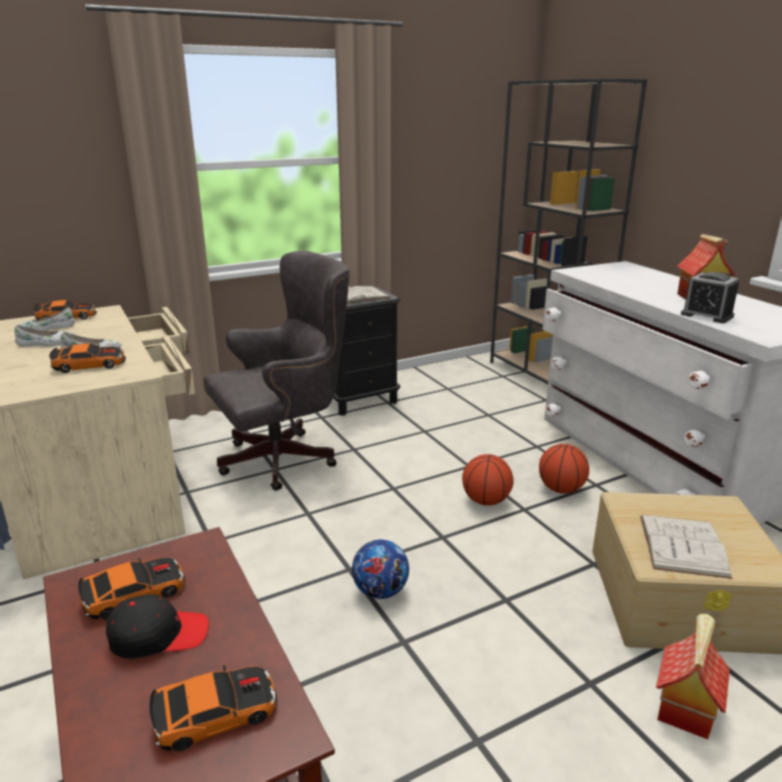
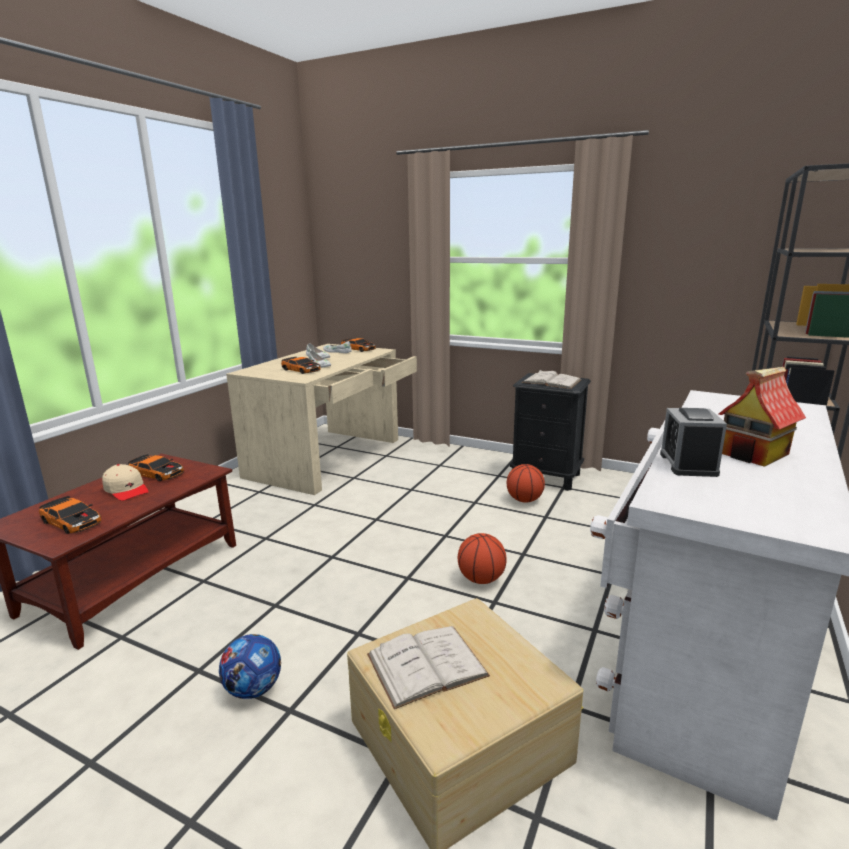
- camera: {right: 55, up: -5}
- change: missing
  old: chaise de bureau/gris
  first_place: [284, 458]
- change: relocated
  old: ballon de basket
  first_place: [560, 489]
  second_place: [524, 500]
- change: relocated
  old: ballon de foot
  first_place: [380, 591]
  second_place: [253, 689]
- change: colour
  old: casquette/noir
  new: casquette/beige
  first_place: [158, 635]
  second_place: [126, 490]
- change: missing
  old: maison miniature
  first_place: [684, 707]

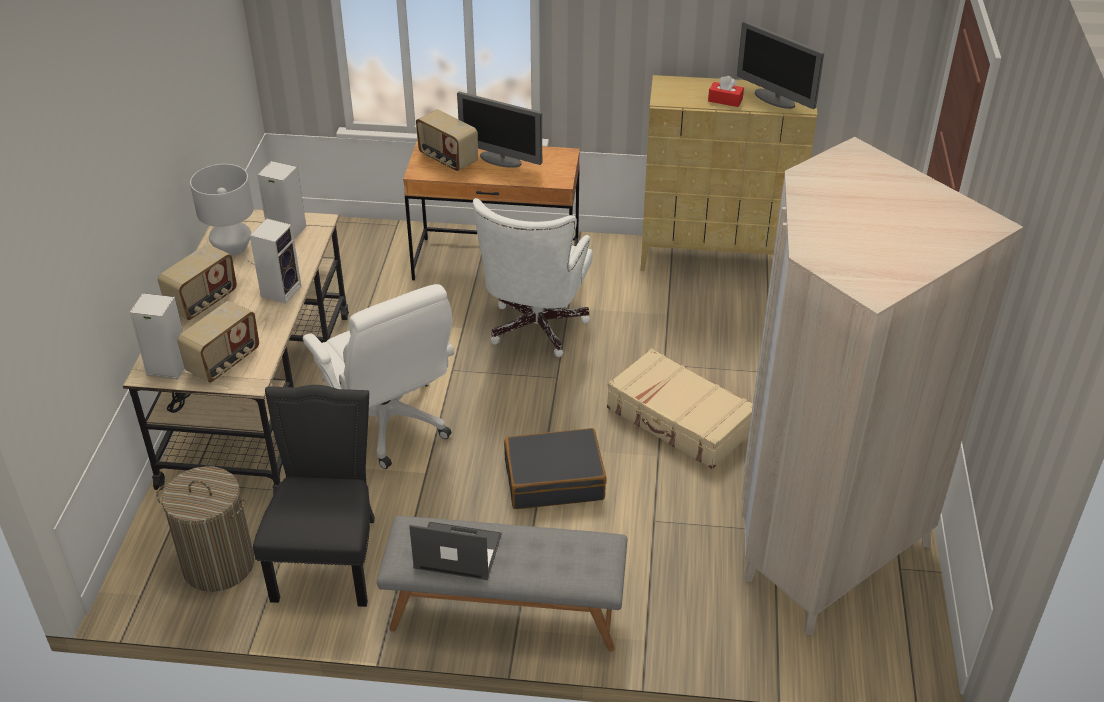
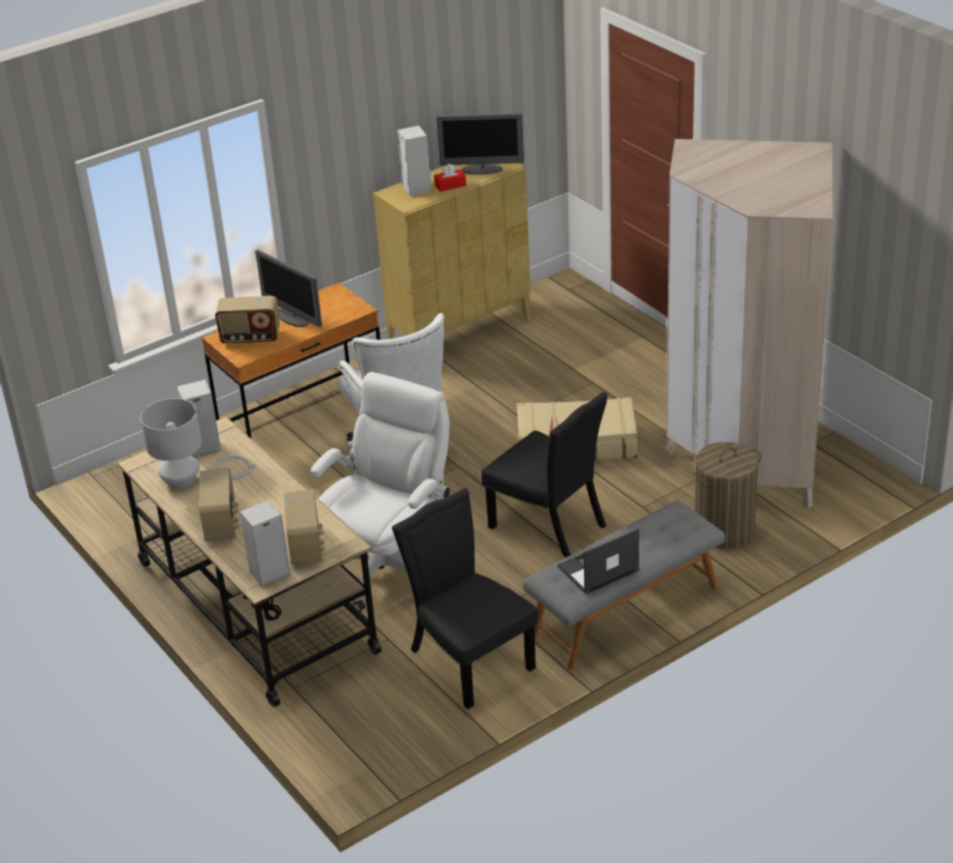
- camera: {right: -40, up: -5}
- change: spun
  old: écran d'ordinateur
  first_place: [501, 160]
  second_place: [293, 318]
  degrees: 60
- change: relocated
  old: enceinte
  first_place: [281, 290]
  second_place: [415, 188]
- change: spun
  old: chaise de bureau/blanc
  first_place: [389, 428]
  second_place: [388, 565]
  degrees: -75
- change: exchanged
  old: valise/noir
  new: chaise/noir
  first_place: [554, 479]
  second_place: [547, 524]
- change: relocated
  old: panier à linge
  first_place: [218, 564]
  second_place: [724, 530]

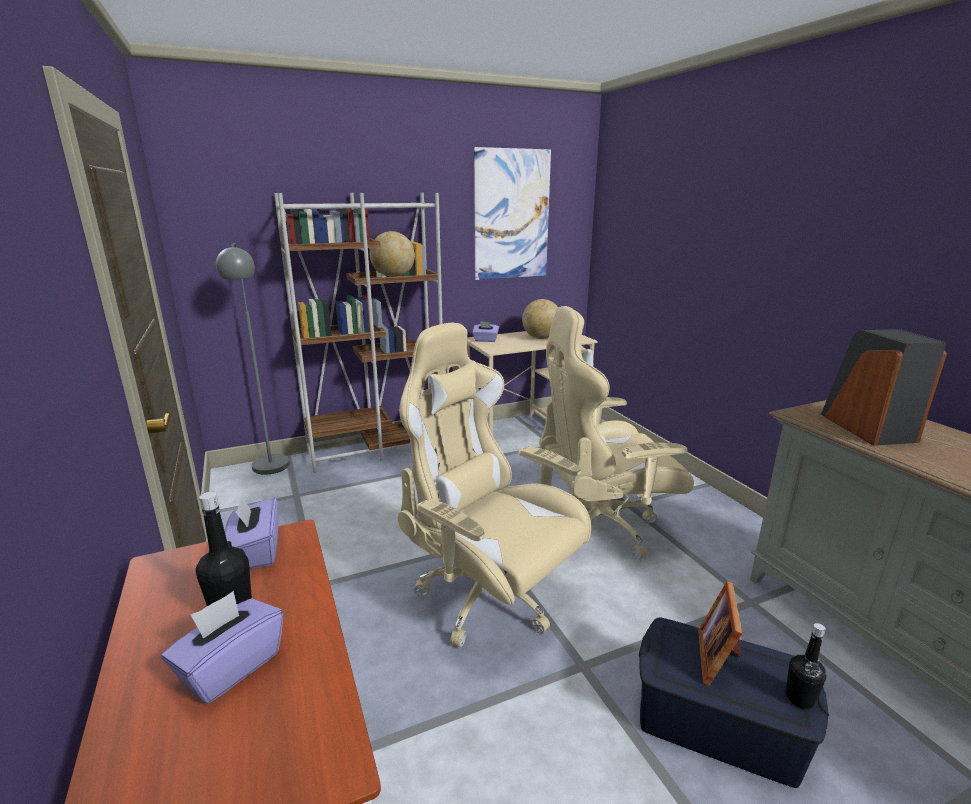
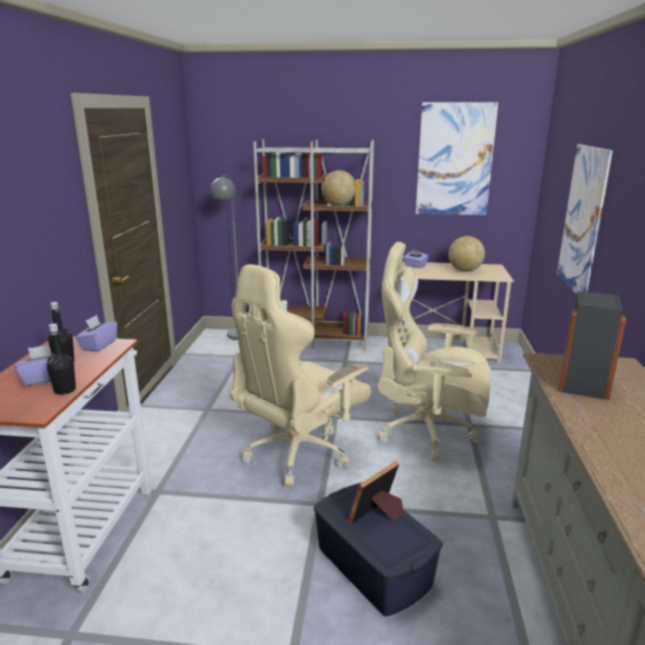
- camera: {right: 30, up: 0}
- change: spun
  old: chaise de bureau/beige
  first_place: [494, 601]
  second_place: [301, 451]
  degrees: -120
- change: relocated
  old: bouteille/noir
  first_place: [799, 698]
  second_place: [65, 390]
- change: appeared
  new: tableau
  second_place: [582, 220]

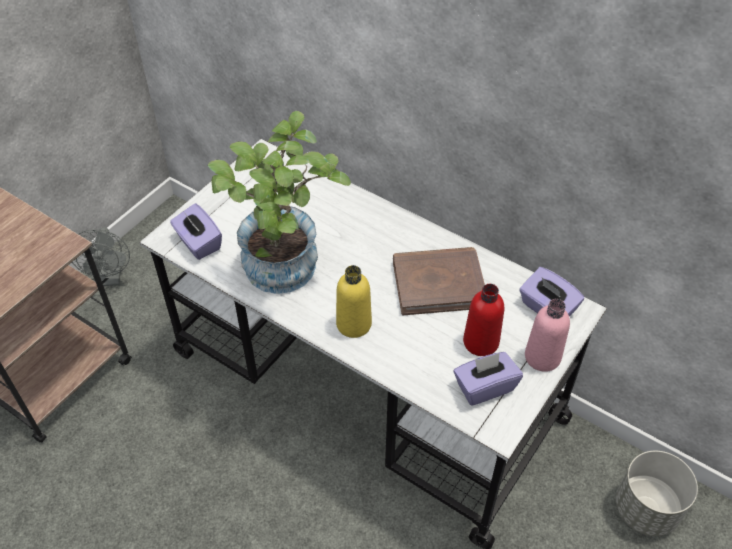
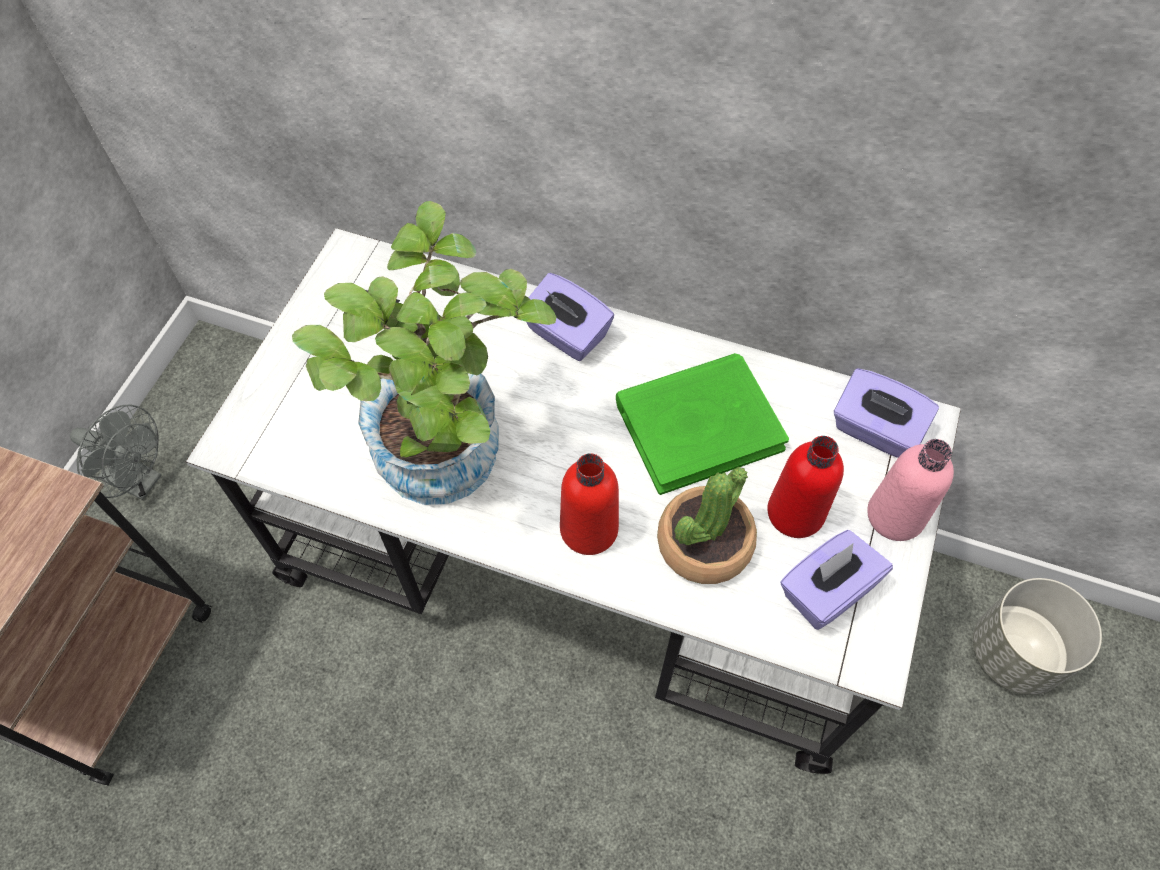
- camera: {right: -15, up: 10}
- change: relocated
  old: boîte à mouchoirs/violet
  first_place: [198, 243]
  second_place: [566, 334]
- change: spun
  old: ventilateur/gris
  first_place: [111, 278]
  second_place: [140, 481]
  degrees: -45
- change: colour
  old: livre/marron
  new: livre/vert
  first_place: [438, 283]
  second_place: [698, 425]
- change: colour
  old: bouteille/jaune
  new: bouteille/rouge
  first_place: [354, 324]
  second_place: [589, 529]
- change: appeared
  new: plante en pot
  second_place: [704, 543]

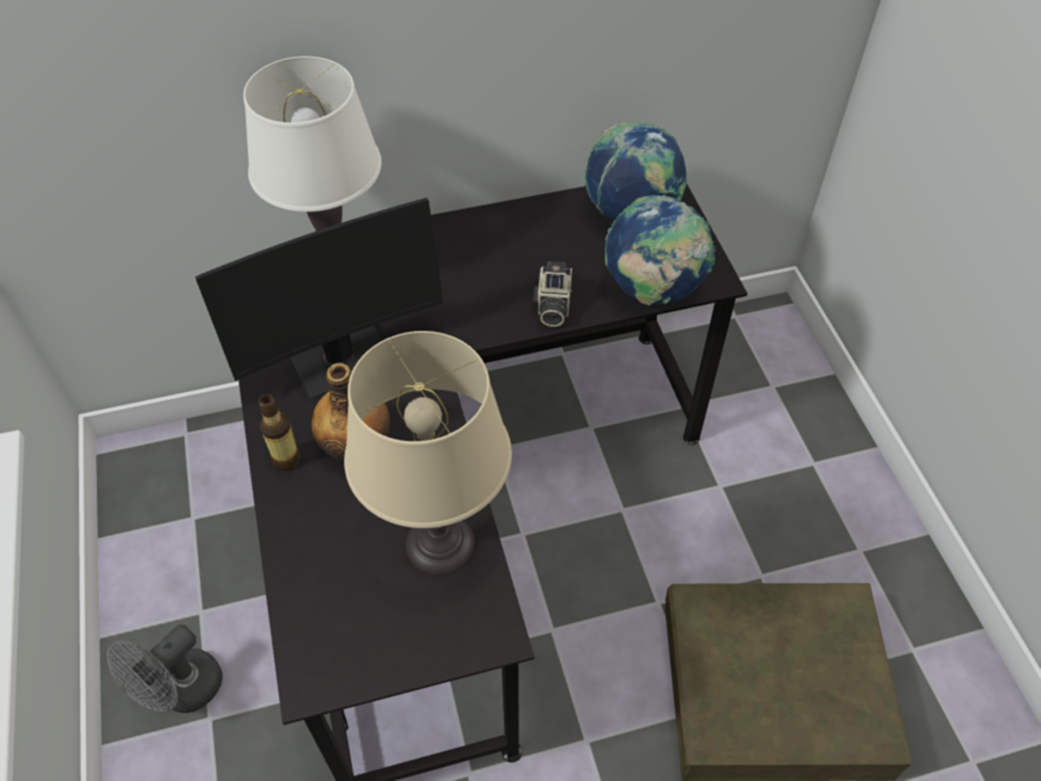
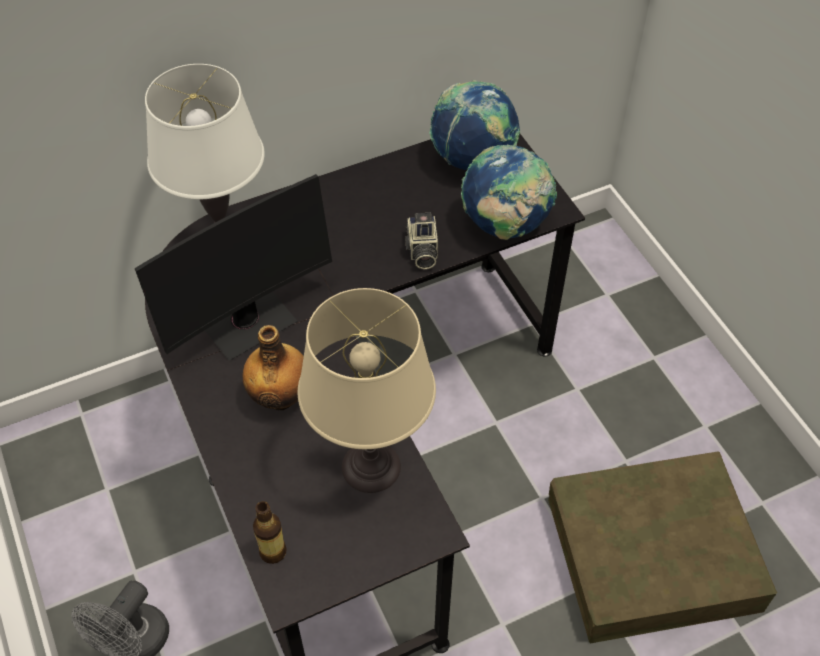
- camera: {right: -10, up: 0}
- change: relocated
  old: bouteille
  first_place: [286, 459]
  second_place: [273, 552]

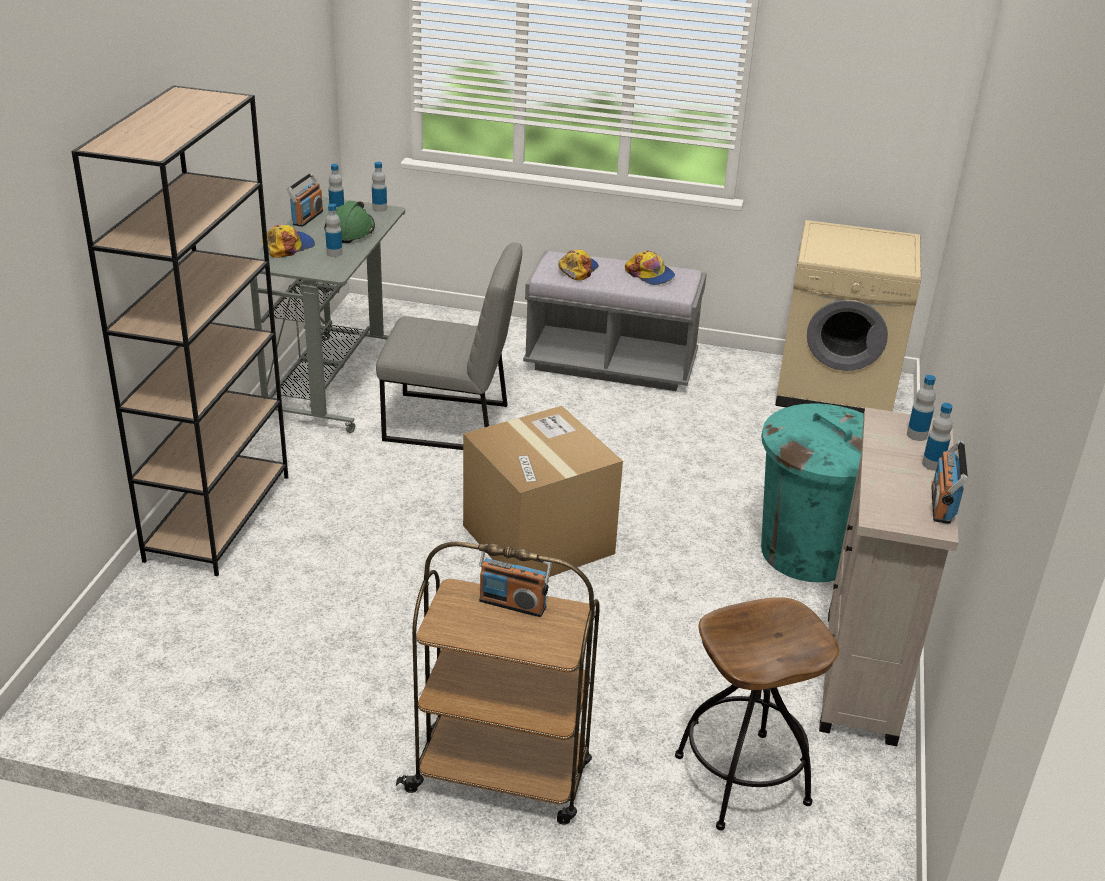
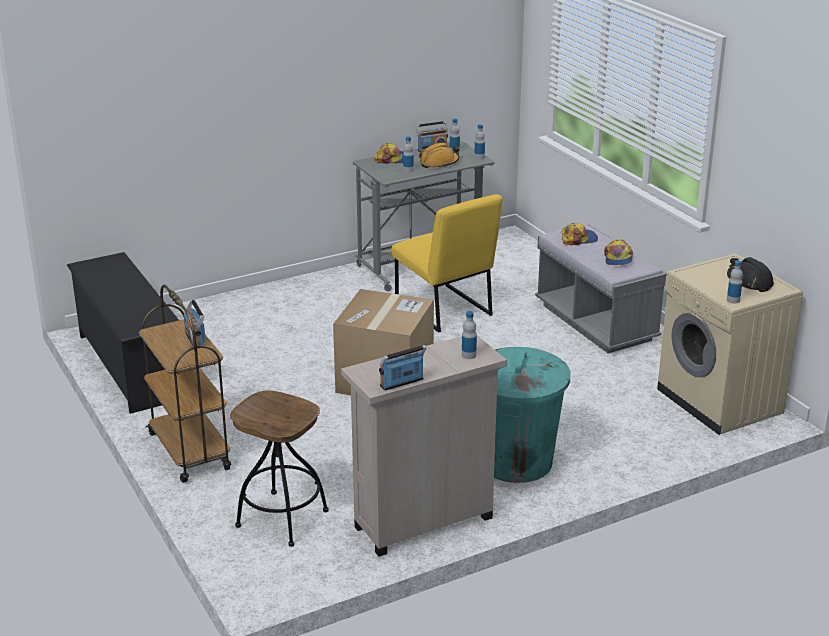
- camera: {right: 50, up: -5}
- change: missing
  old: bibliothèque/beige
  first_place: [218, 516]
- change: colour
  old: casque de chantier/vert
  new: casque de chantier/orange
  first_place: [350, 231]
  second_place: [439, 163]
- change: colour
  old: chaise/gris
  new: chaise/jaune
  first_place: [450, 423]
  second_place: [444, 309]
- change: relocated
  old: bouteille
  first_place: [932, 464]
  second_place: [733, 300]
- change: appeared
  new: étagère à chaussures/noir
  second_place: [131, 366]
- change: appeared
  new: casque de chantier/noir
  second_place: [749, 282]

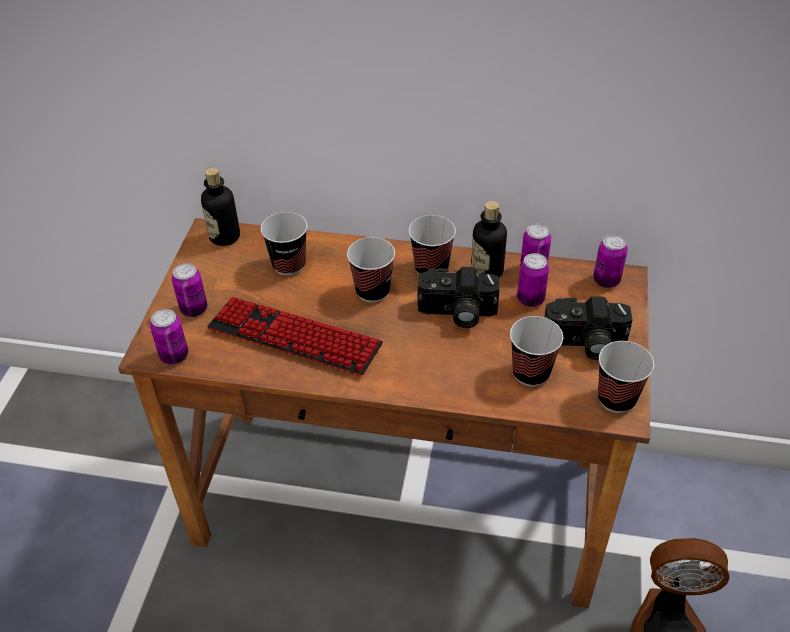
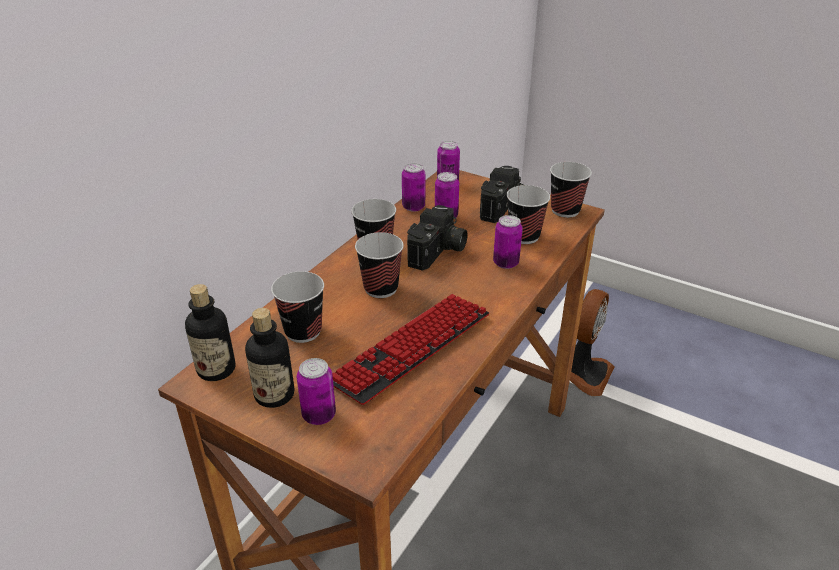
- camera: {right: -70, up: -10}
- change: relocated
  old: bouteille
  first_place: [486, 271]
  second_place: [274, 395]
- change: relocated
  old: boîte métallique
  first_place: [174, 356]
  second_place: [505, 263]

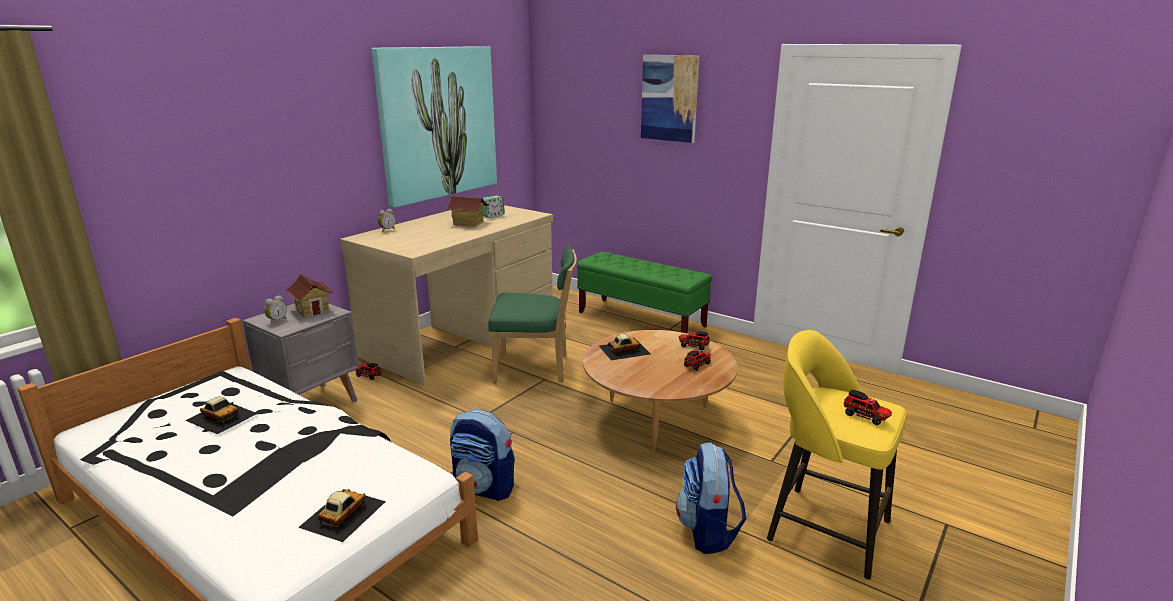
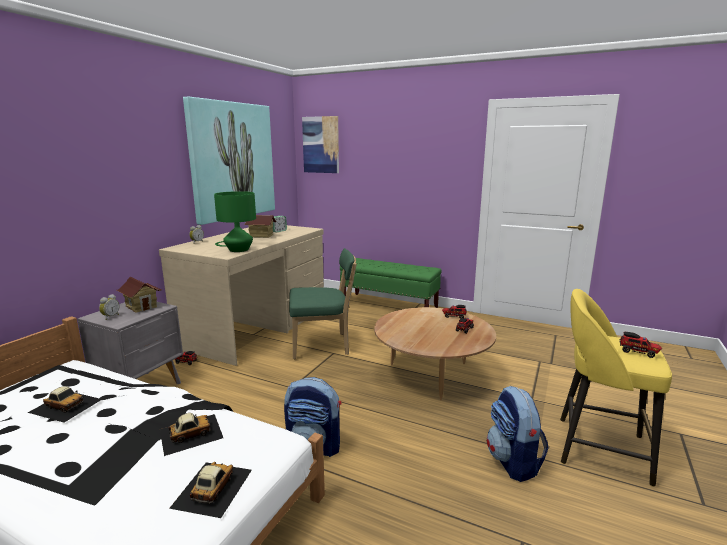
- camera: {right: -10, up: -5}
- change: relocated
  old: tableau
  first_place: [669, 98]
  second_place: [321, 145]
- change: relocated
  old: petite voiture
  first_place: [624, 349]
  second_place: [190, 433]
- change: appeared
  new: lampe de table/vert
  second_place: [235, 247]

